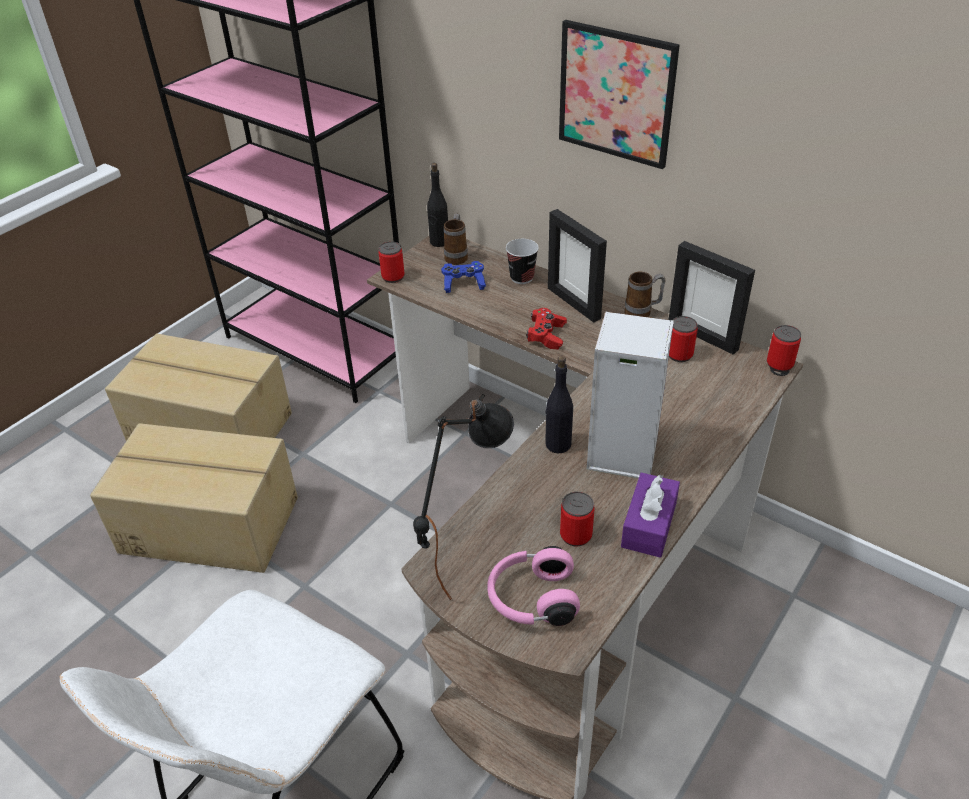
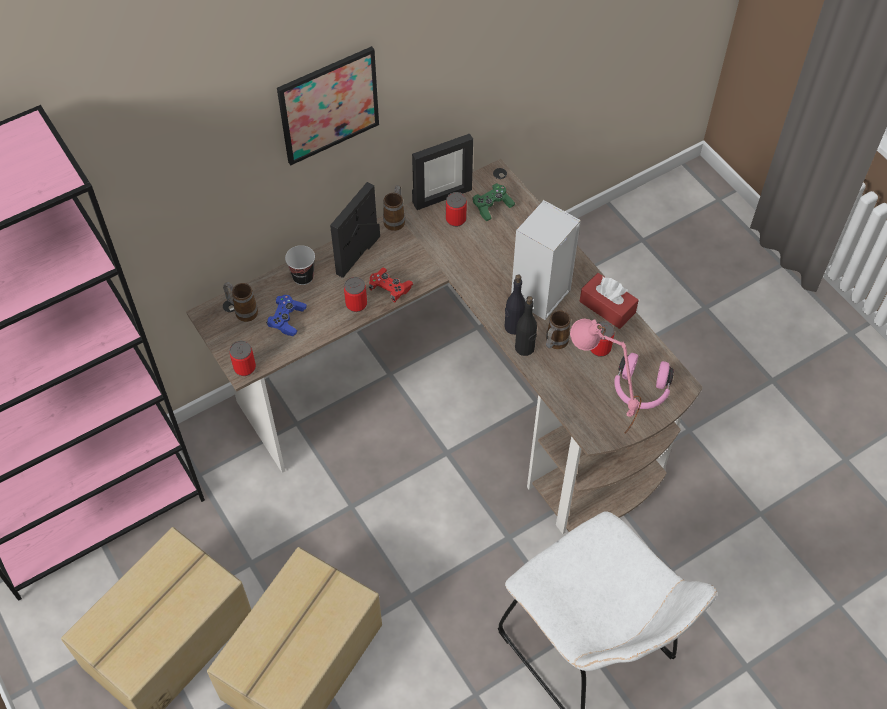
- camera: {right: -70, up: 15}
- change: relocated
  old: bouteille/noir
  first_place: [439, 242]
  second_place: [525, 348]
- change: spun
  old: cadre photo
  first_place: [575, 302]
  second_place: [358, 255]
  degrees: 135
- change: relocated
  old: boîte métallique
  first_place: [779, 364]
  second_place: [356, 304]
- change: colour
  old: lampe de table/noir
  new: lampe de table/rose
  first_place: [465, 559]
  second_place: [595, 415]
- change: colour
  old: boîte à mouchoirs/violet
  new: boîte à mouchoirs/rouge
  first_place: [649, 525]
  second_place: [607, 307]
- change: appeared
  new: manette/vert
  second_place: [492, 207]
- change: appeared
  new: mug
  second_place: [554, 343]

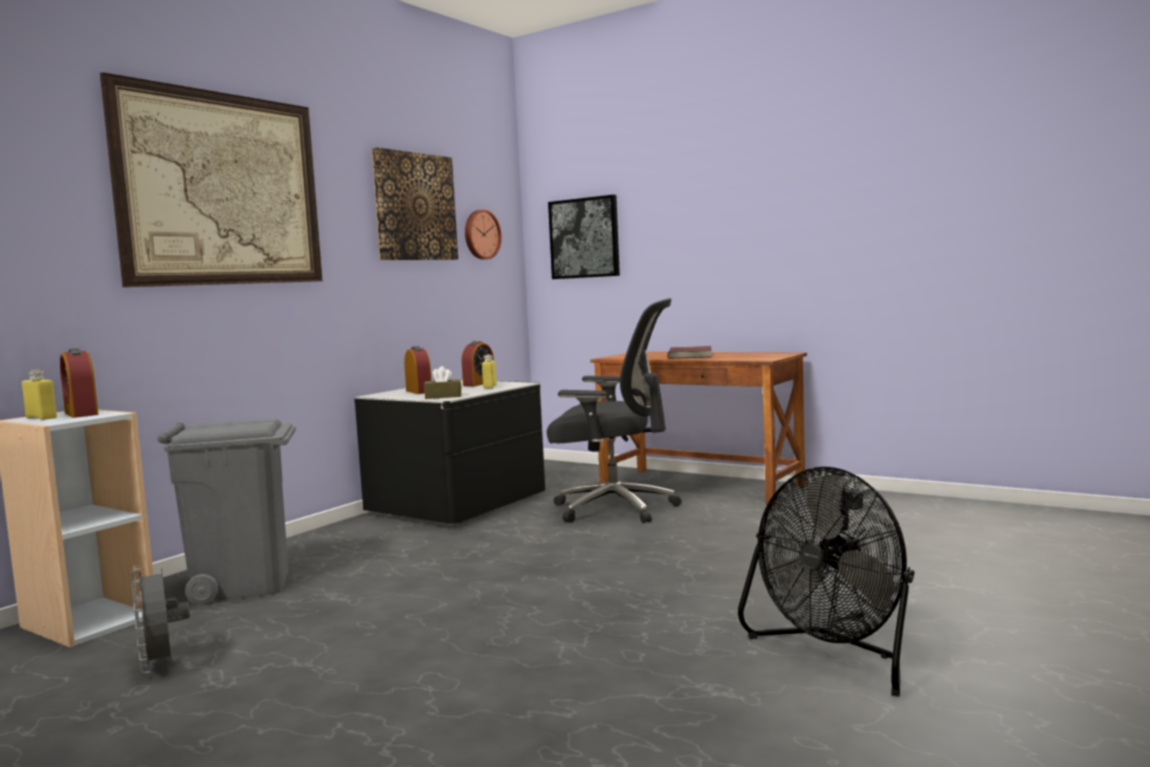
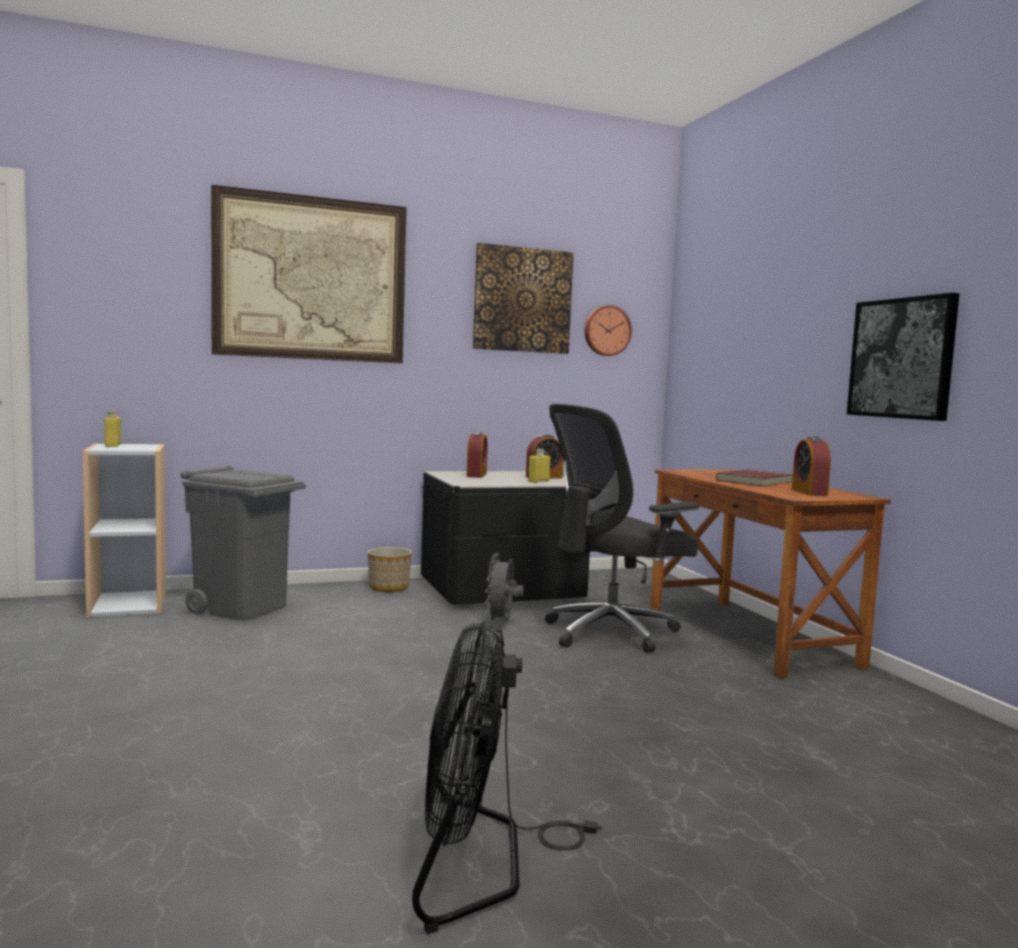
- camera: {right: 35, up: 0}
- change: relocated
  old: tableau
  first_place: [584, 238]
  second_place: [902, 358]
- change: spun
  old: chaise de bureau
  first_place: [612, 509]
  second_place: [612, 632]
  degrees: 105
- change: relocated
  old: réveil
  first_place: [81, 414]
  second_place: [809, 492]
- change: missing
  old: boîte à mouchoirs/marron
  first_place: [443, 396]
- change: relocated
  old: ventilateur/gris
  first_place: [161, 666]
  second_place: [501, 623]
- change: appeared
  new: cache-pot
  second_place: [388, 588]

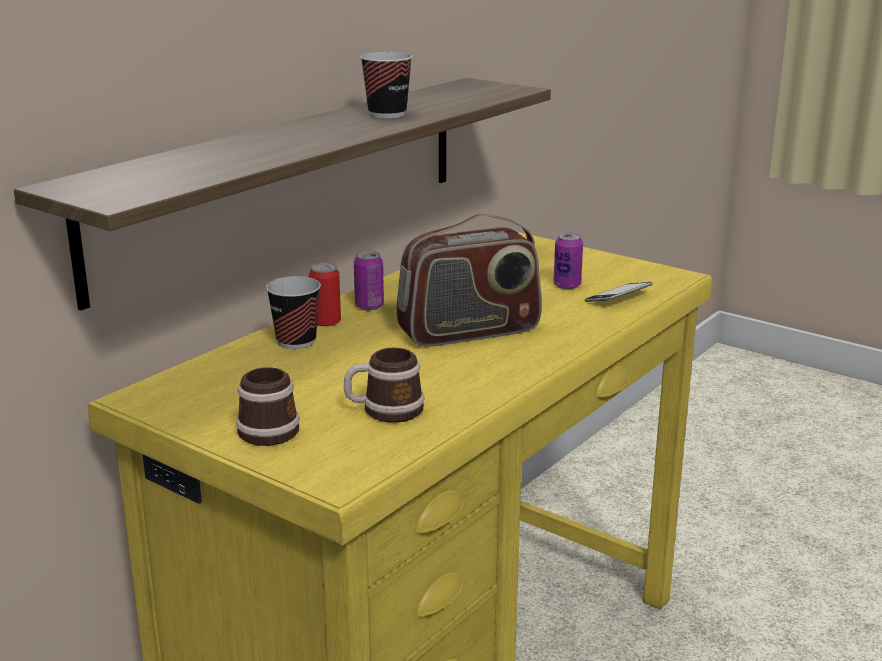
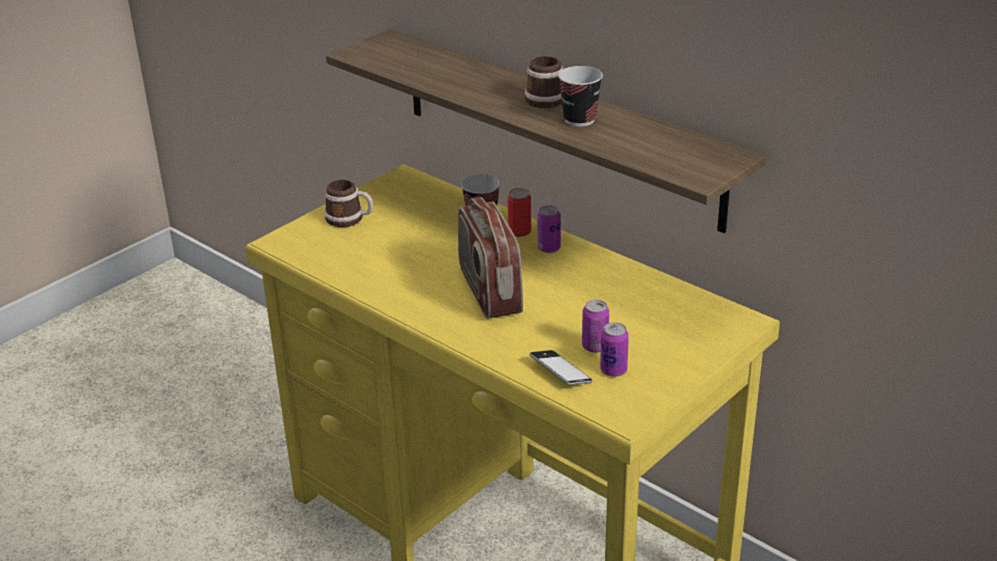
- camera: {right: 95, up: 10}
- change: relocated
  old: mug
  first_place: [384, 410]
  second_place: [545, 97]
- change: appeared
  new: boîte métallique
  second_place: [613, 370]

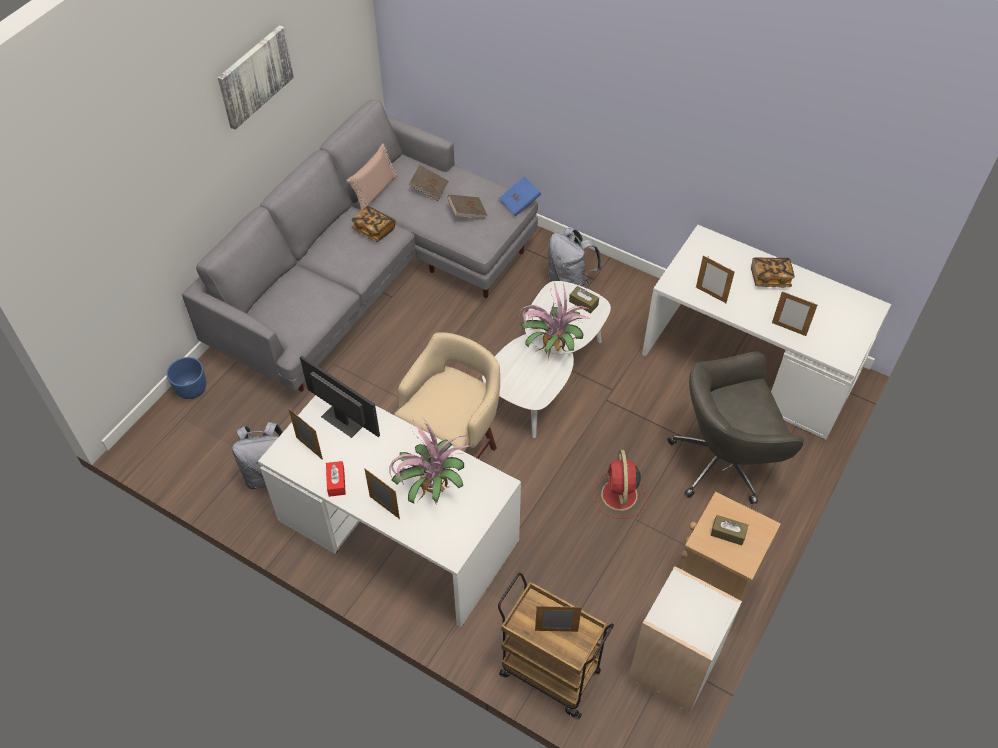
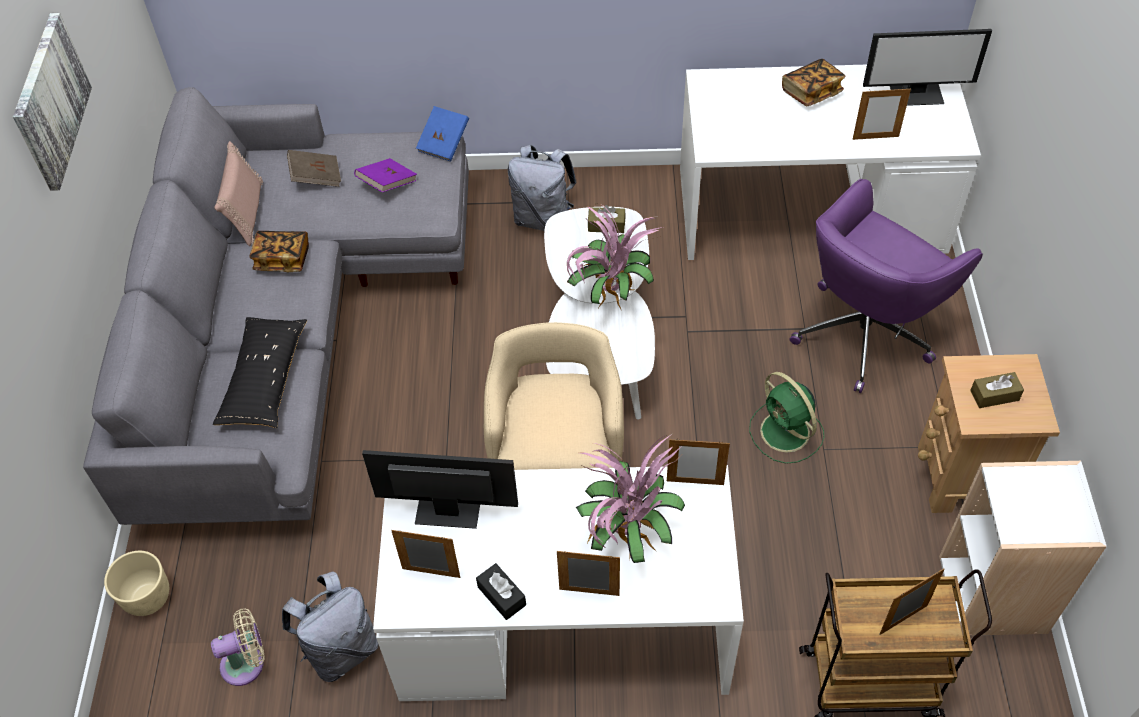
- camera: {right: -30, up: 0}
- change: colour
  old: livre/marron
  new: livre/violet
  first_place: [467, 213]
  second_place: [387, 184]
- change: relocated
  old: cadre photo
  first_place: [711, 295]
  second_place: [695, 482]
- change: colour
  old: chaise de bureau/gris
  new: chaise de bureau/violet
  first_place: [724, 461]
  second_place: [865, 331]
- change: colour
  old: cache-pot/bleu
  new: cache-pot/beige
  first_place: [192, 389]
  second_place: [147, 597]
- change: colour
  old: ventilateur/rouge
  new: ventilateur/vert
  first_place: [619, 496]
  second_place: [786, 433]
- change: colour
  old: boîte à mouchoirs/rouge
  new: boîte à mouchoirs/noir
  first_place: [336, 482]
  second_place: [501, 596]
- change: appeared
  new: écran d'ordinateur
  second_place: [917, 94]
- change: appeared
  new: coussin/noir
  second_place: [264, 380]
- change: appeared
  new: ventilateur/beige
  second_place: [247, 663]

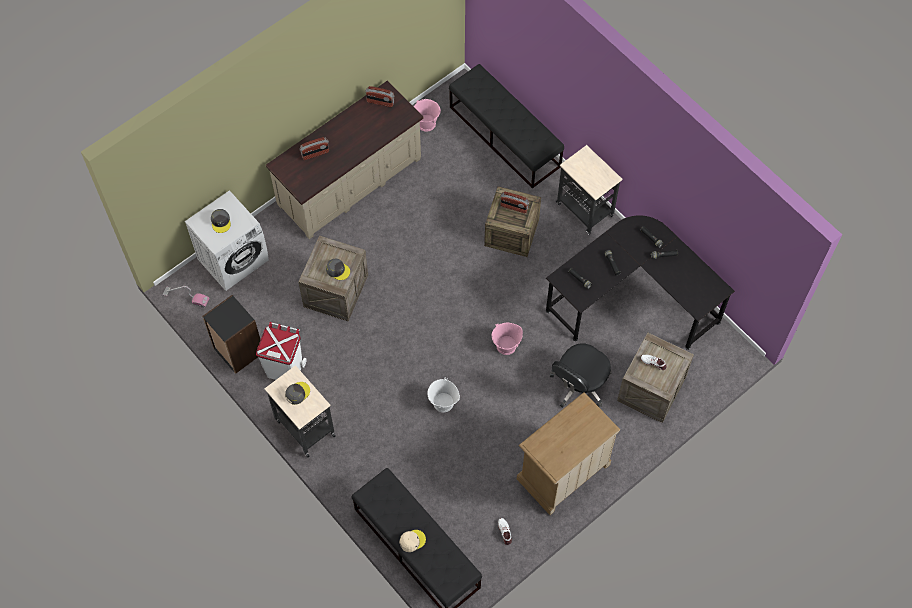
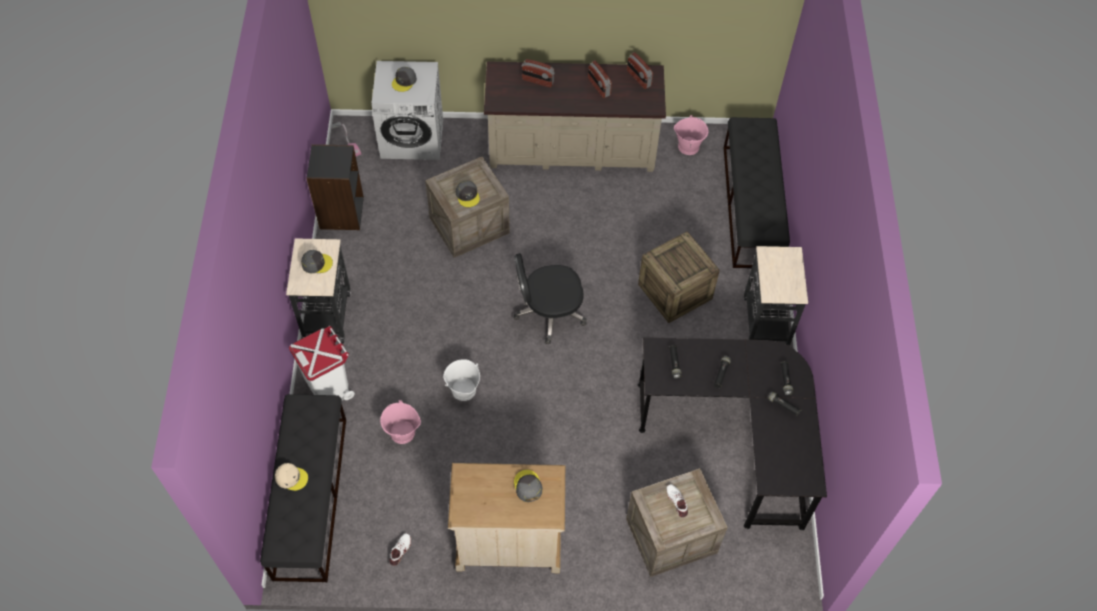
- camera: {right: 40, up: -5}
- change: relocated
  old: radio
  first_place: [514, 207]
  second_place: [598, 87]
- change: relocated
  old: poubelle/blanc
  first_place: [285, 369]
  second_place: [329, 388]
- change: relocated
  old: seau/rose
  first_place: [506, 346]
  second_place: [402, 433]
- change: relocated
  old: chaise de bureau/noir
  first_place: [579, 384]
  second_place: [549, 312]
- change: appeared
  new: casquette/gris
  second_place: [527, 486]

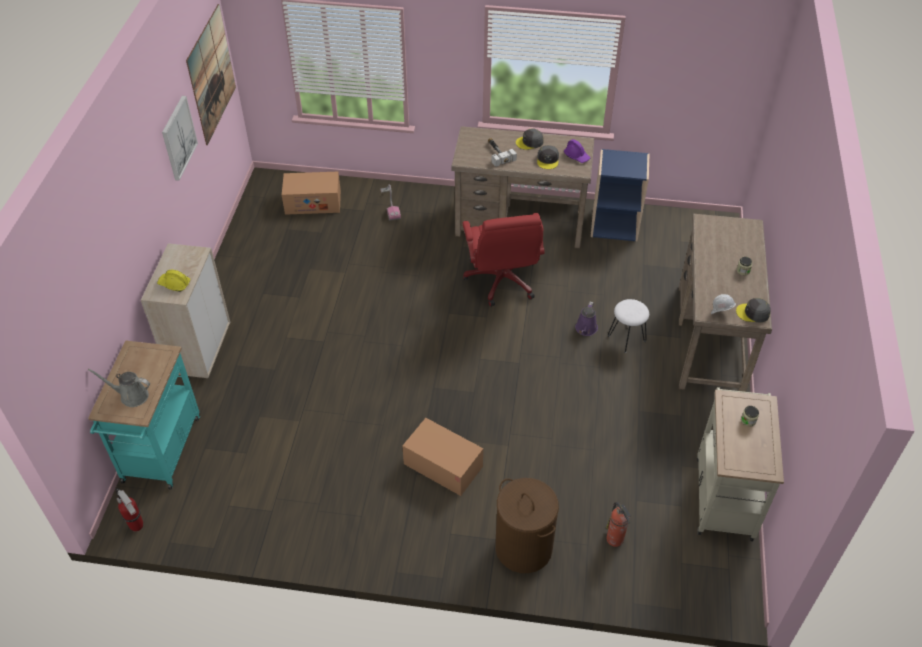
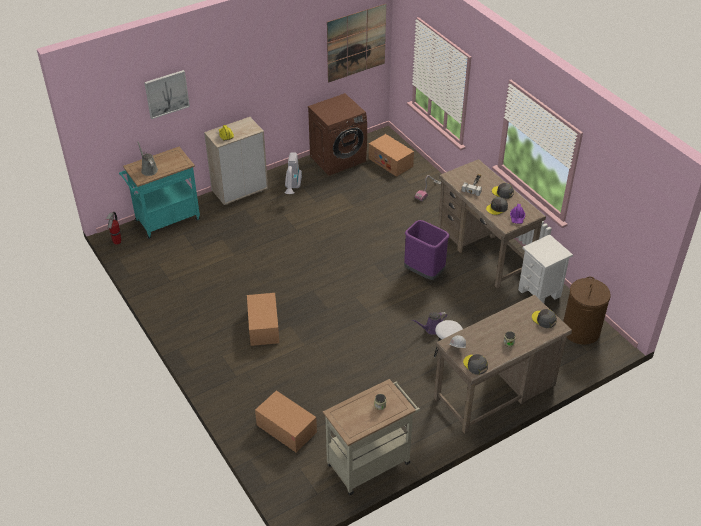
- camera: {right: 50, up: -5}
- change: relocated
  old: tableau
  first_place: [178, 138]
  second_place: [166, 94]
- change: exchanged
  old: bibliothèque/bleu
  new: table de chevet/blanc
  first_place: [615, 225]
  second_place: [539, 293]
- change: exchanged
  old: chaise de bureau/rouge
  new: poubelle/violet
  first_place: [502, 284]
  second_place: [424, 272]
- change: relocated
  old: panier à linge/marron
  first_place: [523, 548]
  second_place: [580, 330]
- change: exchanged
  old: extincteur
  new: carton
  first_place: [615, 540]
  second_place: [286, 429]
- change: appeared
  new: lave-linge/marron
  second_place: [338, 160]
- change: appeared
  new: aspirateur
  second_place: [292, 188]
- change: appeared
  new: casquette/gris
  second_place: [544, 319]

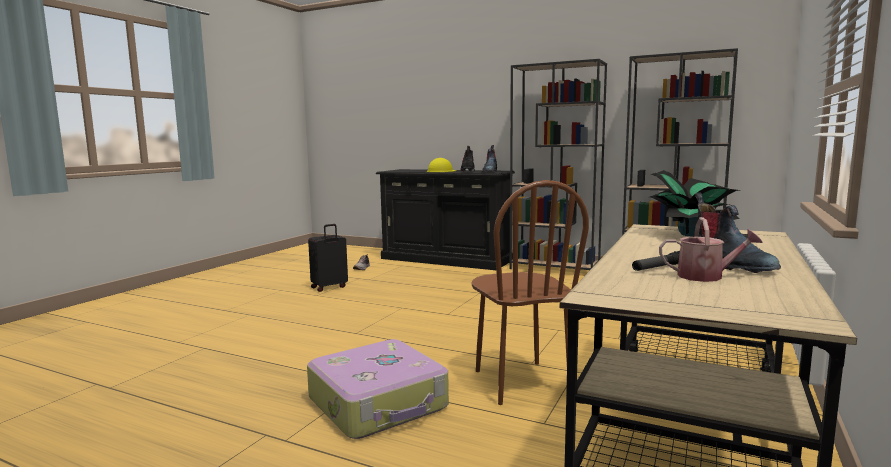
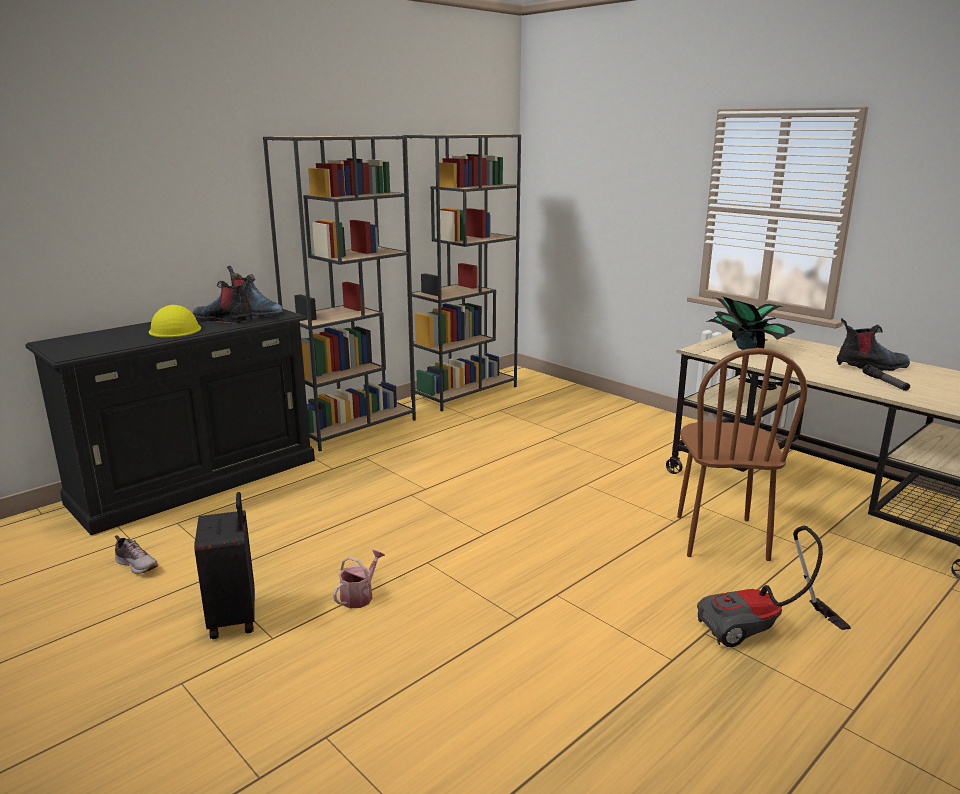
- camera: {right: -70, up: 10}
- change: spun
  old: chaise/marron
  first_place: [521, 382]
  second_place: [720, 537]
  degrees: 90
- change: relocated
  old: arrosoir
  first_place: [706, 276]
  second_place: [359, 596]
- change: exchanged
  old: valise
  new: aspirateur
  first_place: [379, 403]
  second_place: [762, 630]

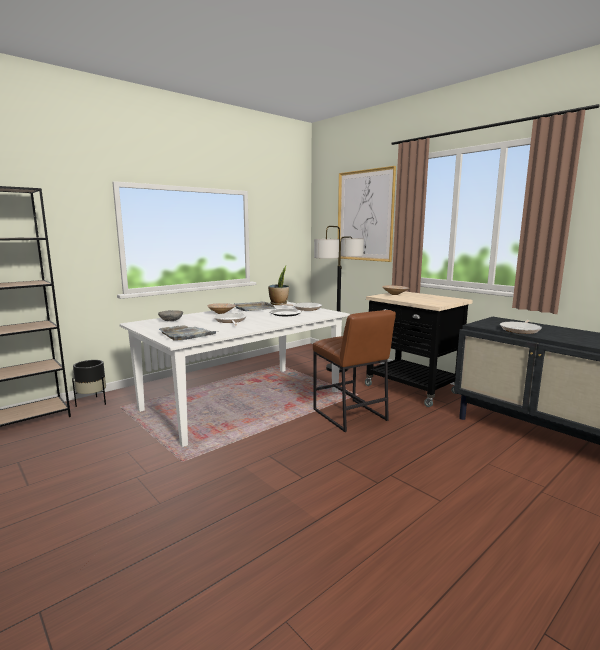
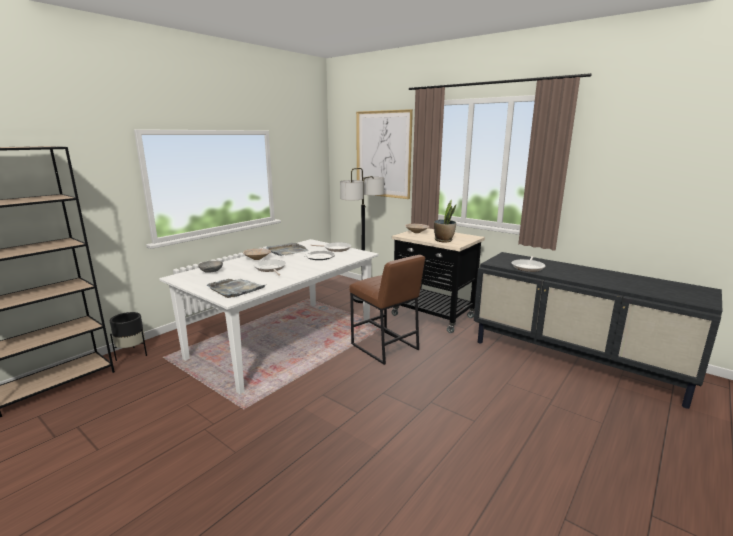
- camera: {right: -10, up: 5}
- change: relocated
  old: plante en pot
  first_place: [279, 304]
  second_place: [444, 240]

